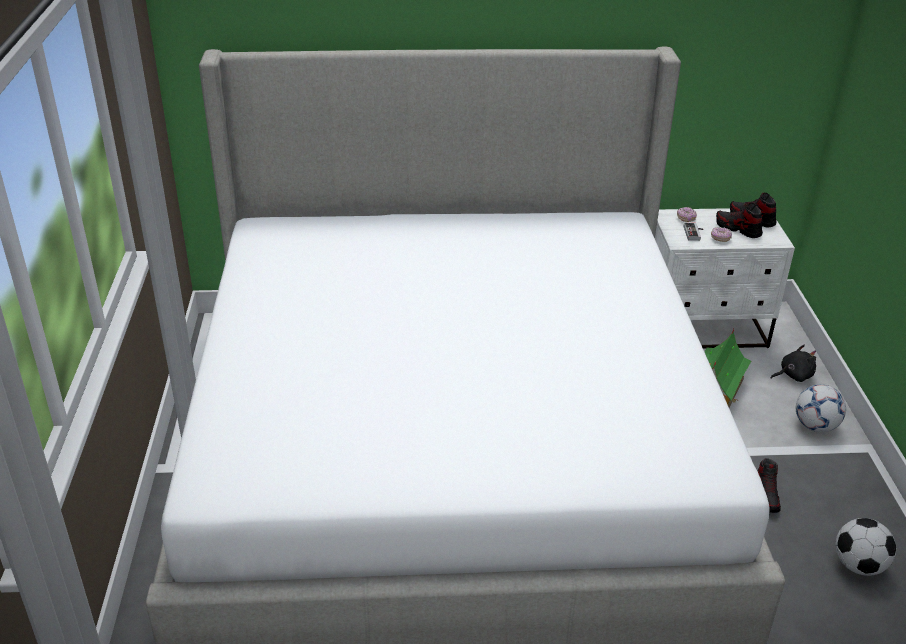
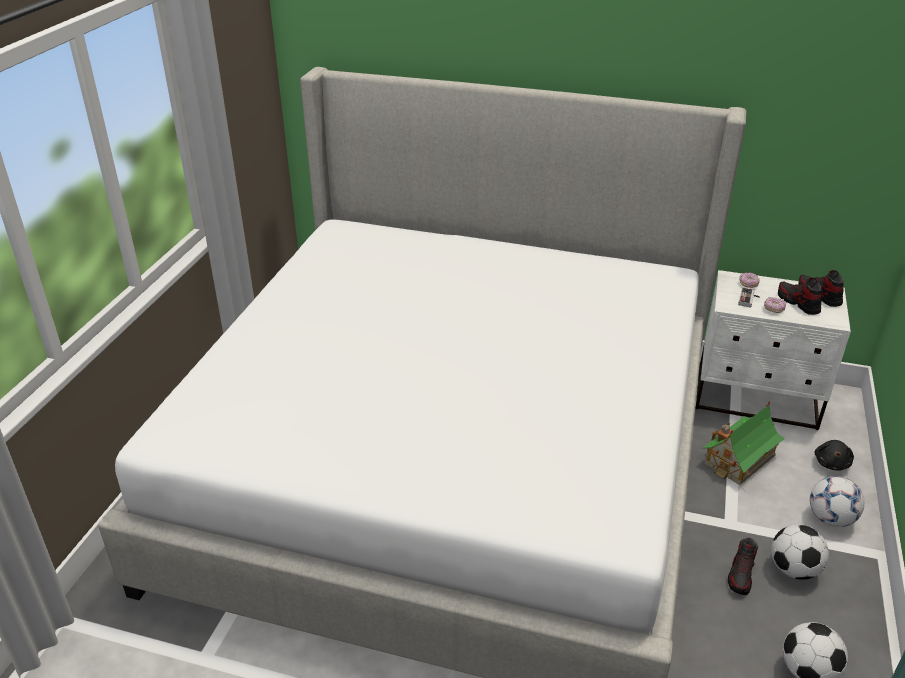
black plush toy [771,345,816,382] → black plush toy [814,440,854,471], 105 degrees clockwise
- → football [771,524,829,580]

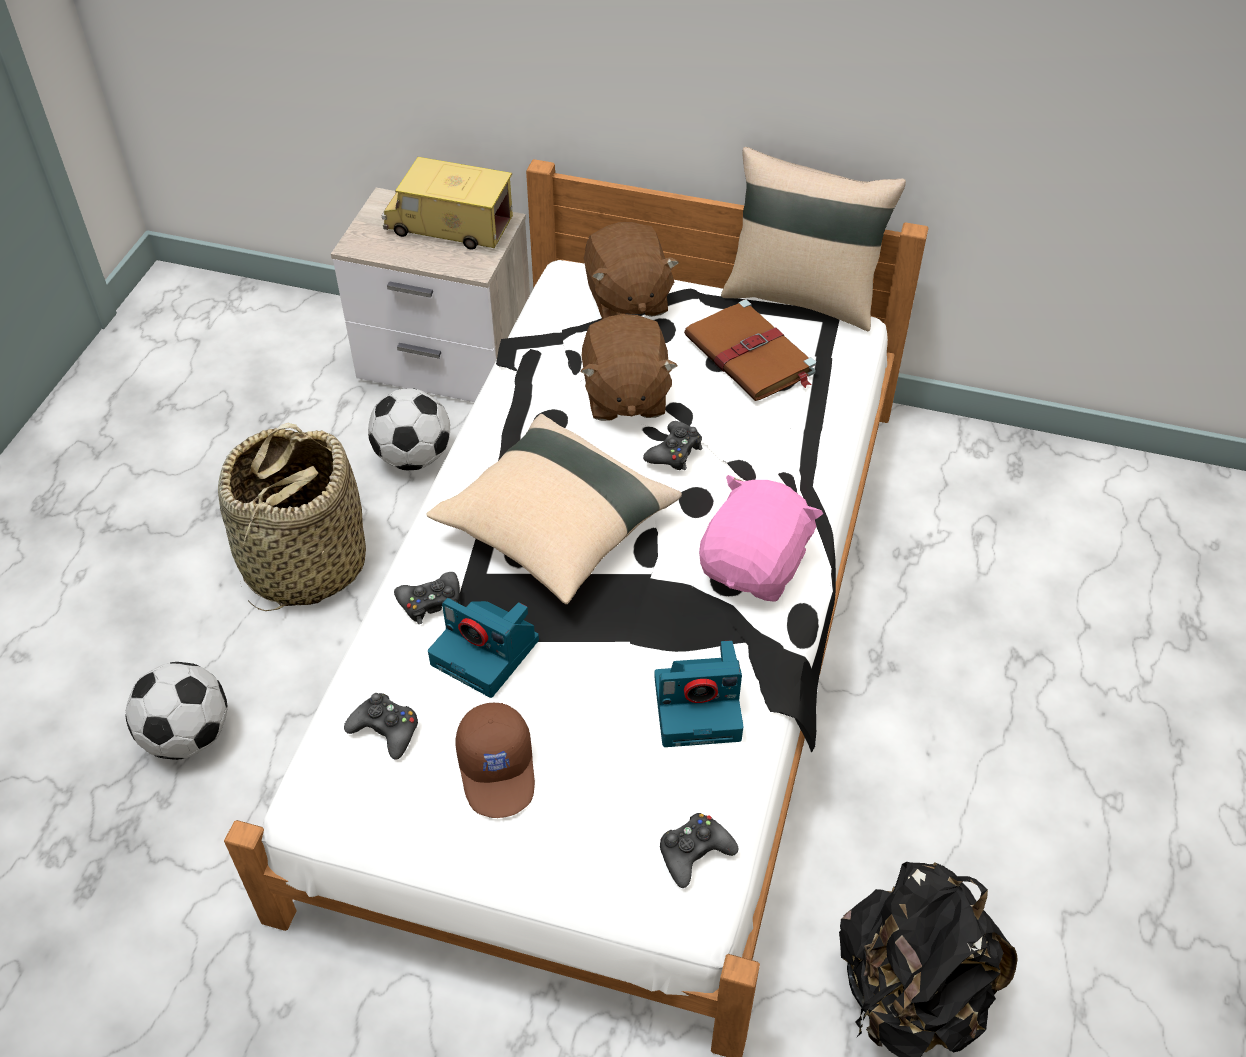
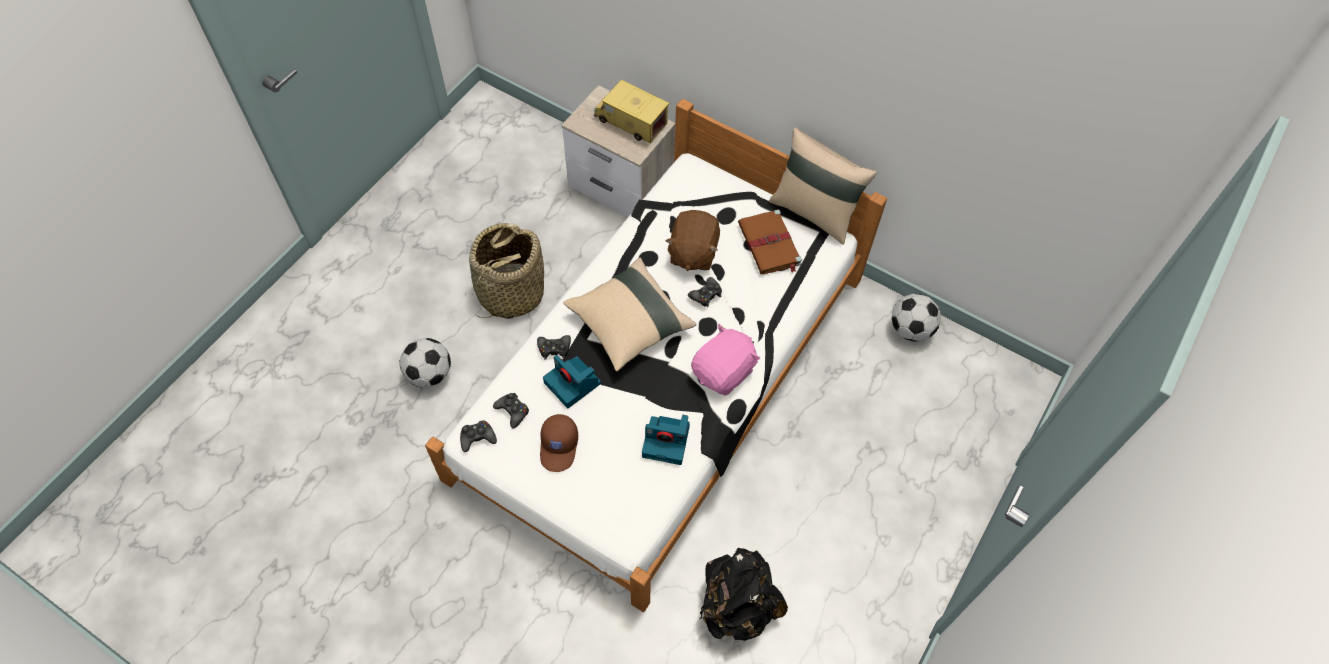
brown plush toy [584,222,679,319] → -
football [368,388,450,470] → football [892,294,941,342], move
black game controller [660,813,738,888] → black game controller [460,421,497,452], move

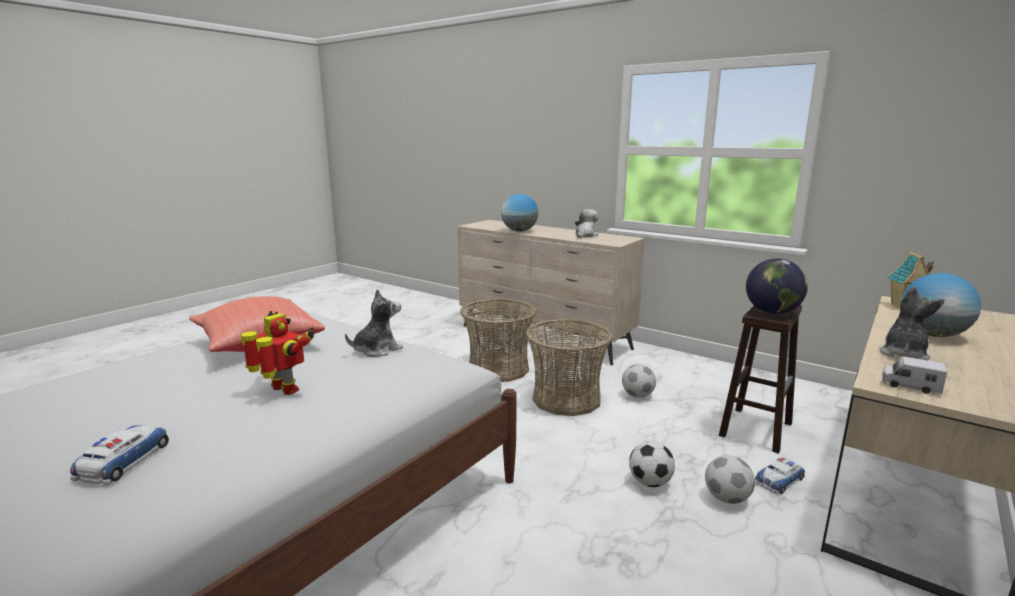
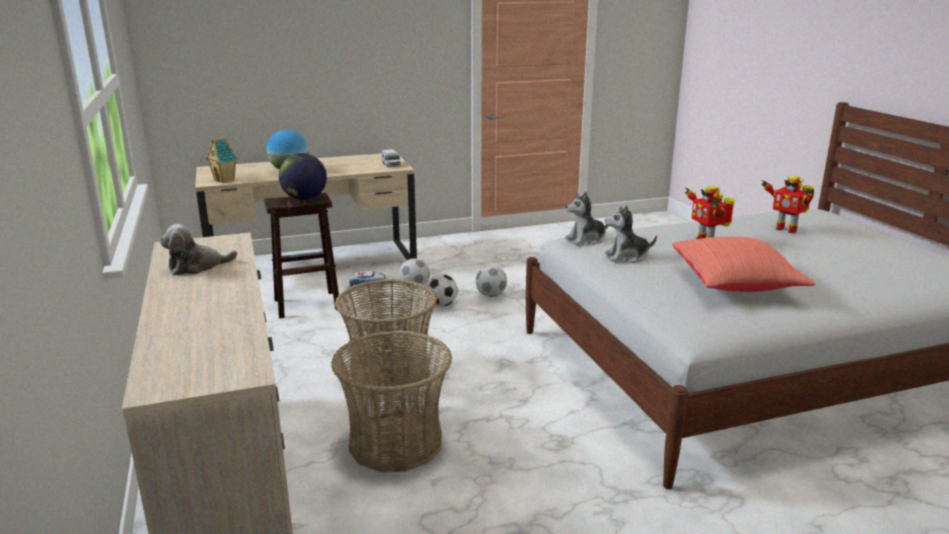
globe [501,194,538,232] → -
plush toy [879,286,944,360] → plush toy [565,191,609,245], move
football [622,364,656,398] → football [476,265,507,297], move
toy car [70,425,169,485] → toy robot [762,176,814,233]

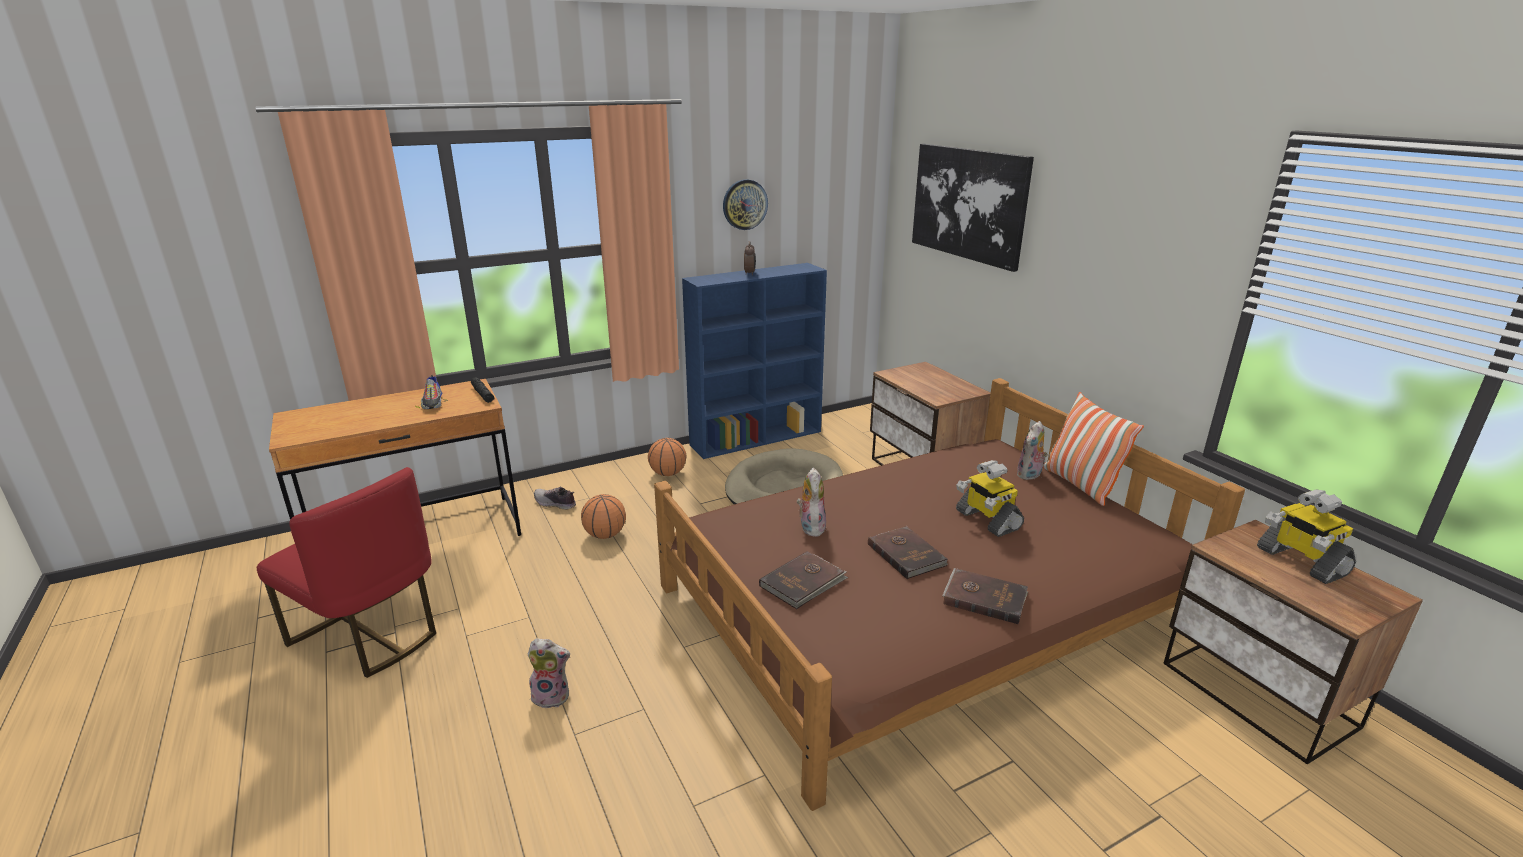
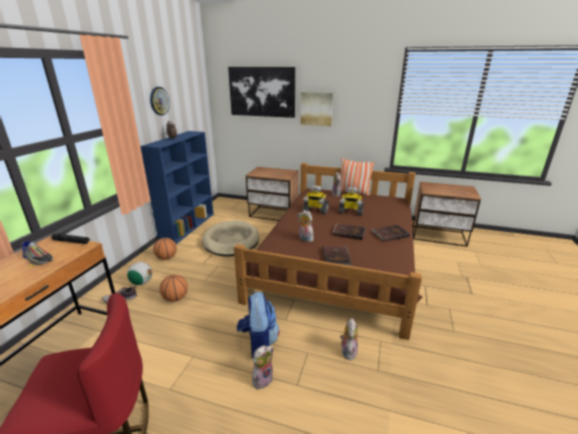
toy robot [1257,489,1356,584] → toy robot [303,185,329,214], move
- → picture [301,92,333,126]
- → football [127,262,152,285]
- → backpack [237,292,279,359]
- → plush toy [340,318,358,360]

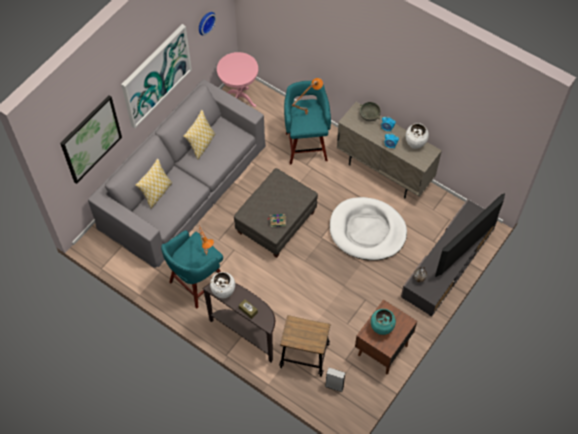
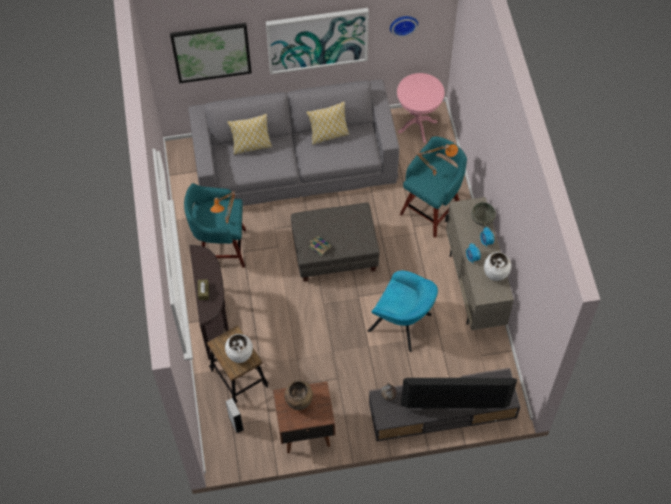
white dog bed [330,197,407,261] → turquoise armchair [368,271,438,352]
white vase [210,272,235,298] → white vase [225,334,253,363], move
turquoise vase [371,309,396,335] → brown vase [284,380,313,410]

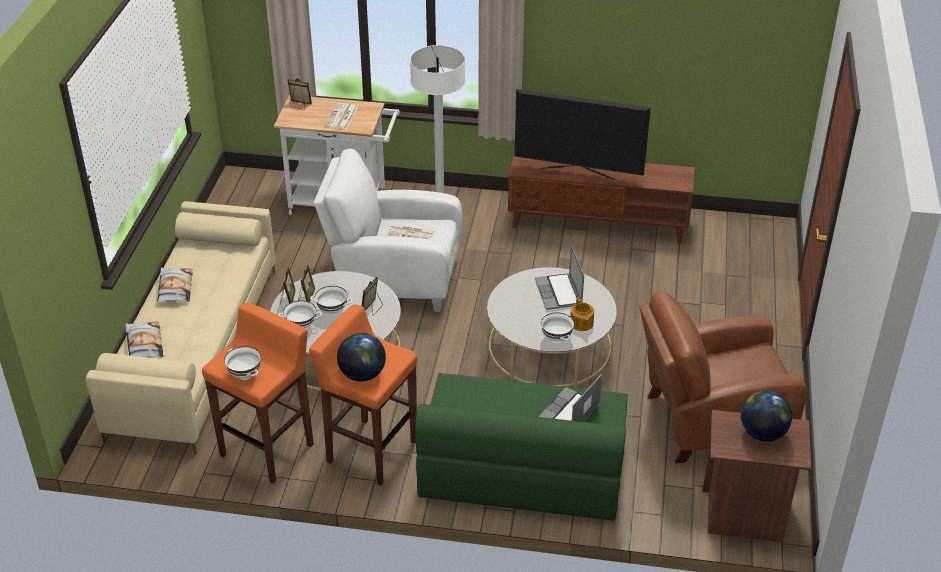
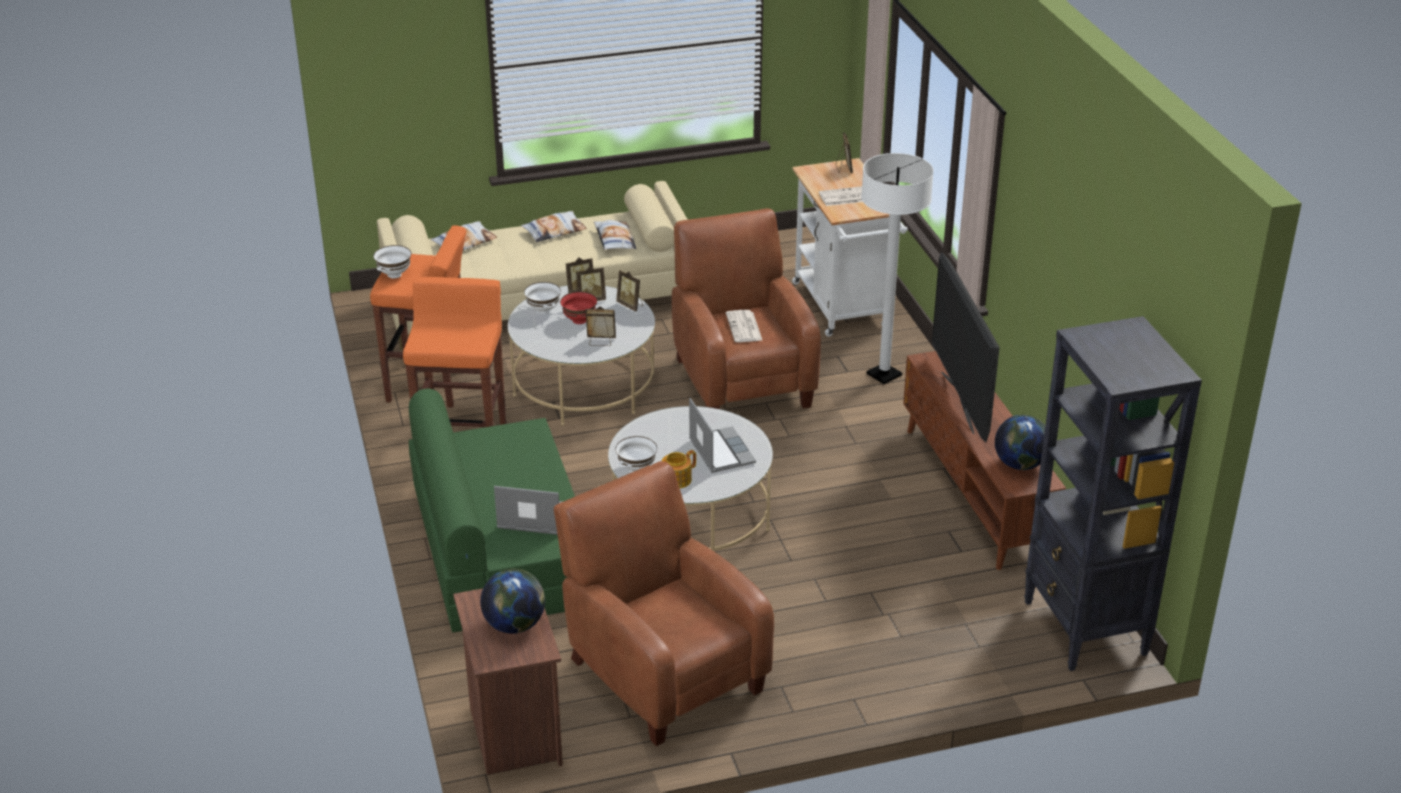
white armchair [314,149,462,312] → brown armchair [672,208,821,409]
laptop [535,245,584,310] → laptop [689,398,756,473], 105 degrees clockwise
white bowl [310,286,353,316] → red bowl [560,291,597,324]
globe [337,333,386,381] → globe [995,415,1045,470], move
- → pillow [594,220,637,250]
- → picture frame [616,270,643,311]
- → black bookcase [1024,316,1202,671]

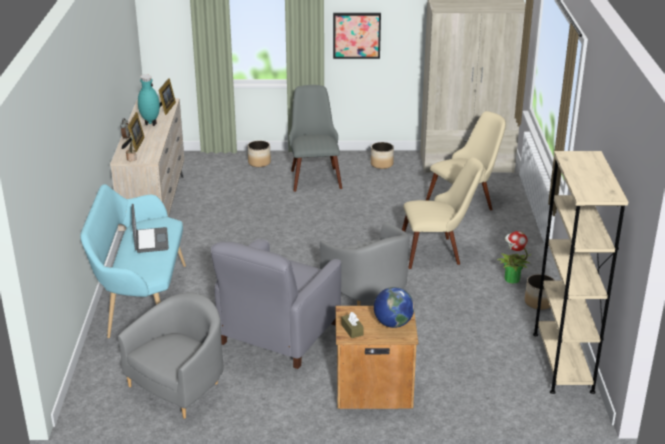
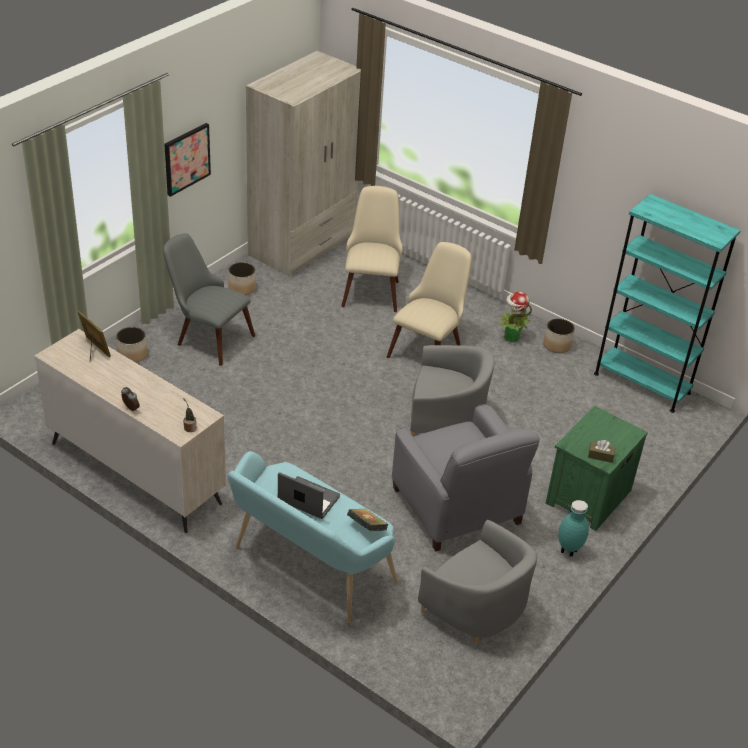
turquoise vase [138,74,160,126] → turquoise vase [558,500,589,556], move
picture frame [122,112,144,152] → -
beige bookcase [533,151,628,394] → turquoise bookcase [594,194,741,413]
globe [374,287,414,328] → -
grey armchair [118,292,224,419] → grey armchair [418,520,537,643], 150 degrees clockwise
brown nightstand [336,306,418,409] → green nightstand [546,406,648,531]
- → book [347,509,389,531]

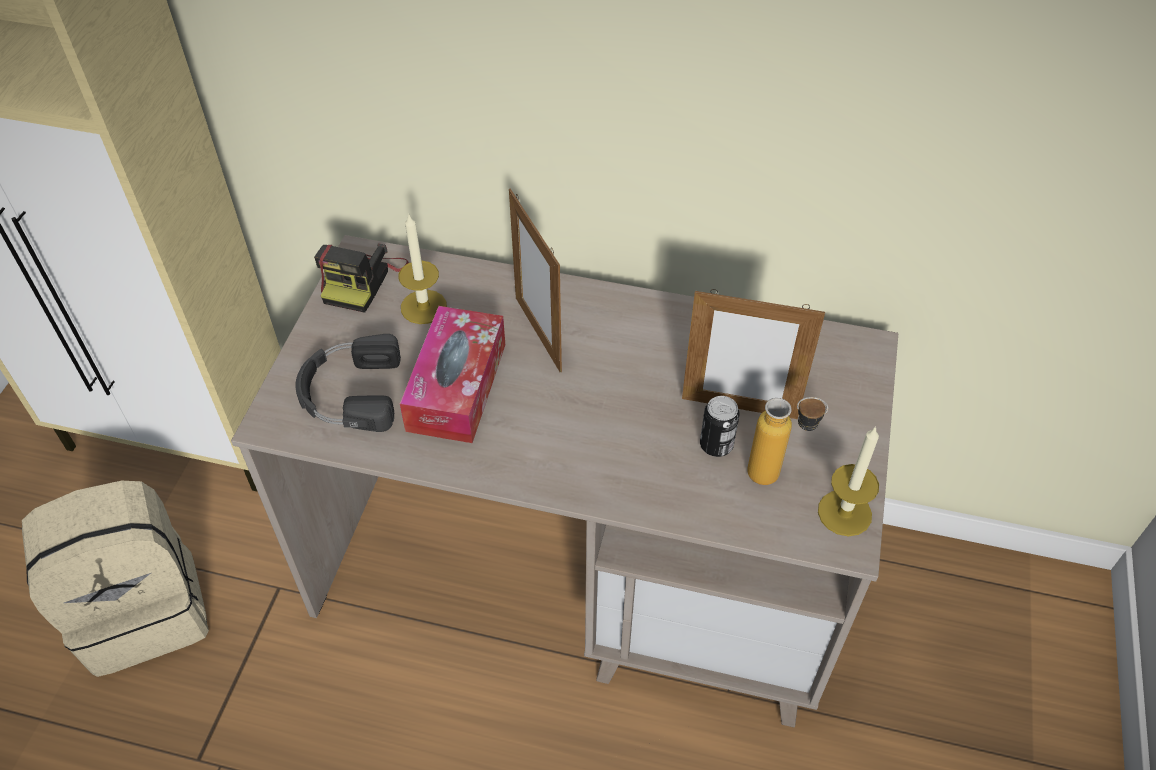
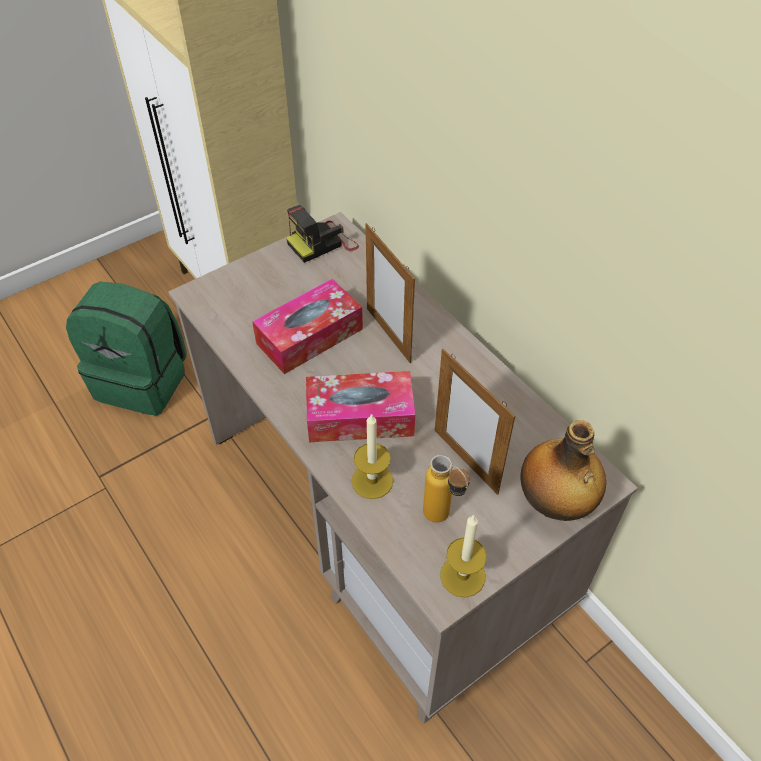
picture frame [509,189,562,373] → picture frame [366,223,415,363], 45 degrees counterclockwise
candle [398,215,447,324] → candle [351,413,393,499], move
black headphones [295,334,401,432] → -
can [700,396,740,457] → -
beige backpack [22,481,209,677] → green backpack [66,282,187,416]
- → tissue box [306,371,415,442]
- → bottle [521,420,606,521]

